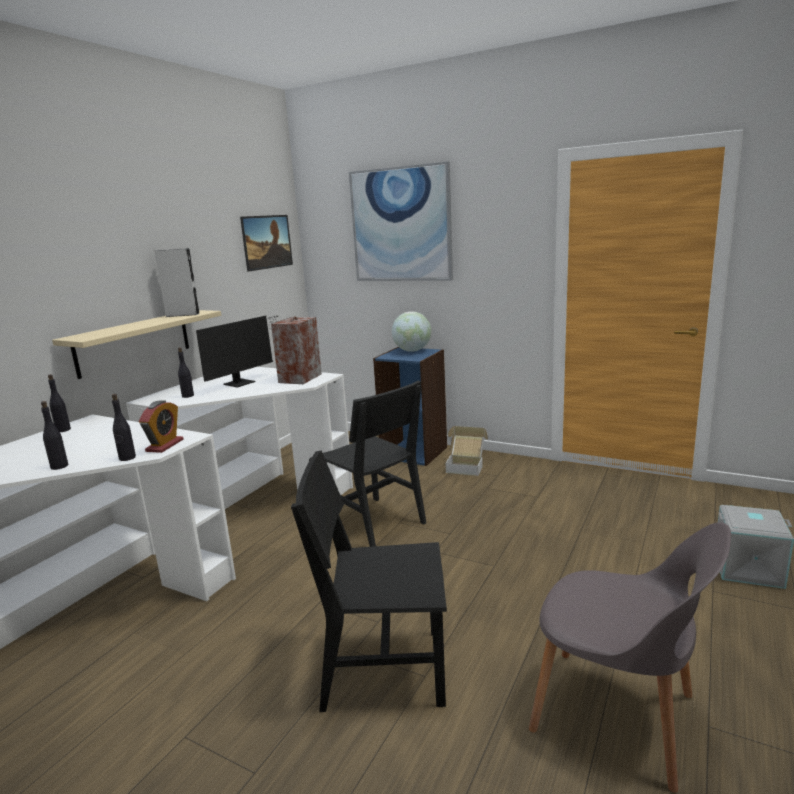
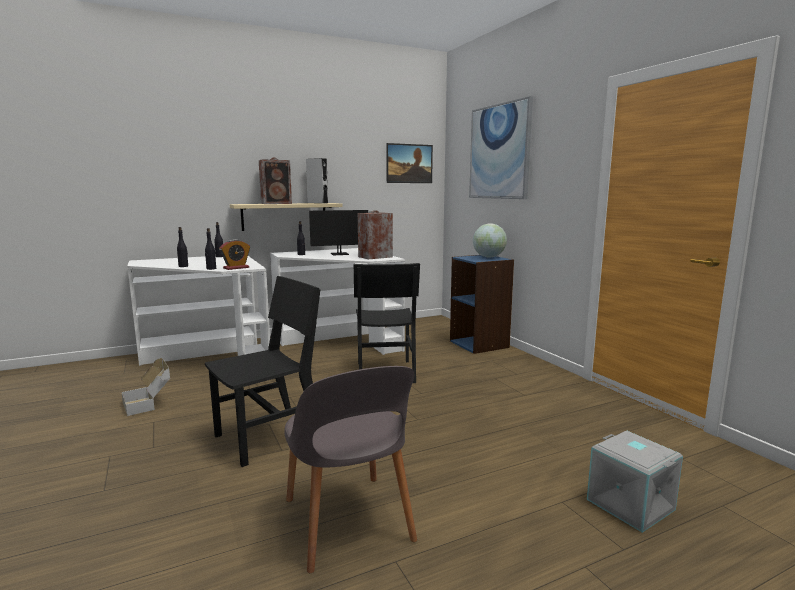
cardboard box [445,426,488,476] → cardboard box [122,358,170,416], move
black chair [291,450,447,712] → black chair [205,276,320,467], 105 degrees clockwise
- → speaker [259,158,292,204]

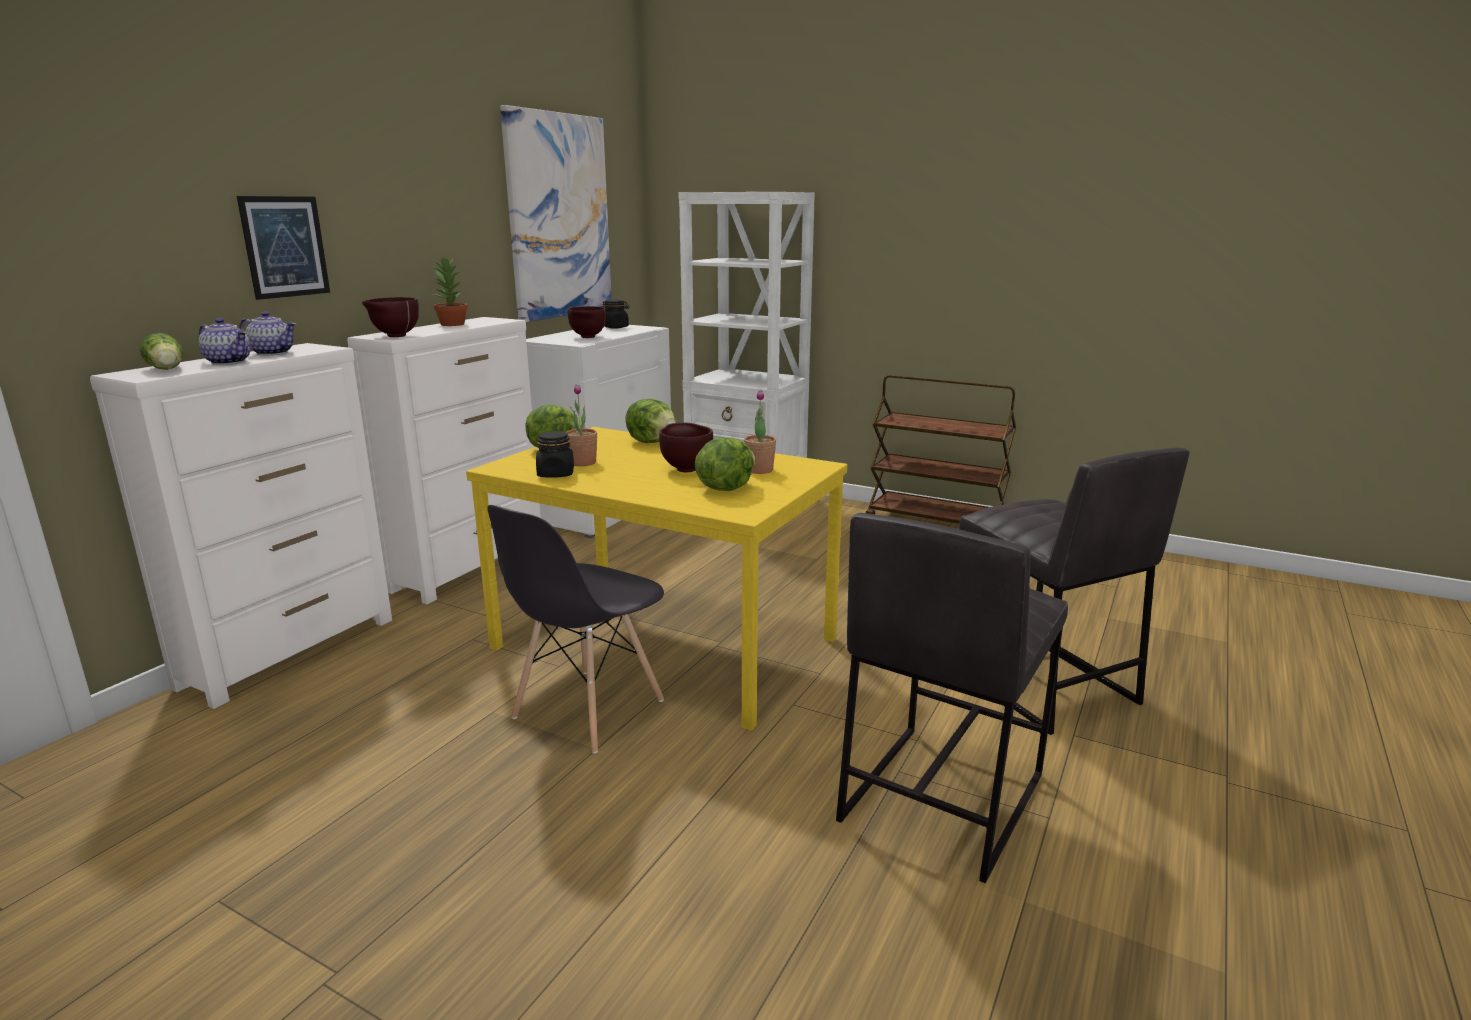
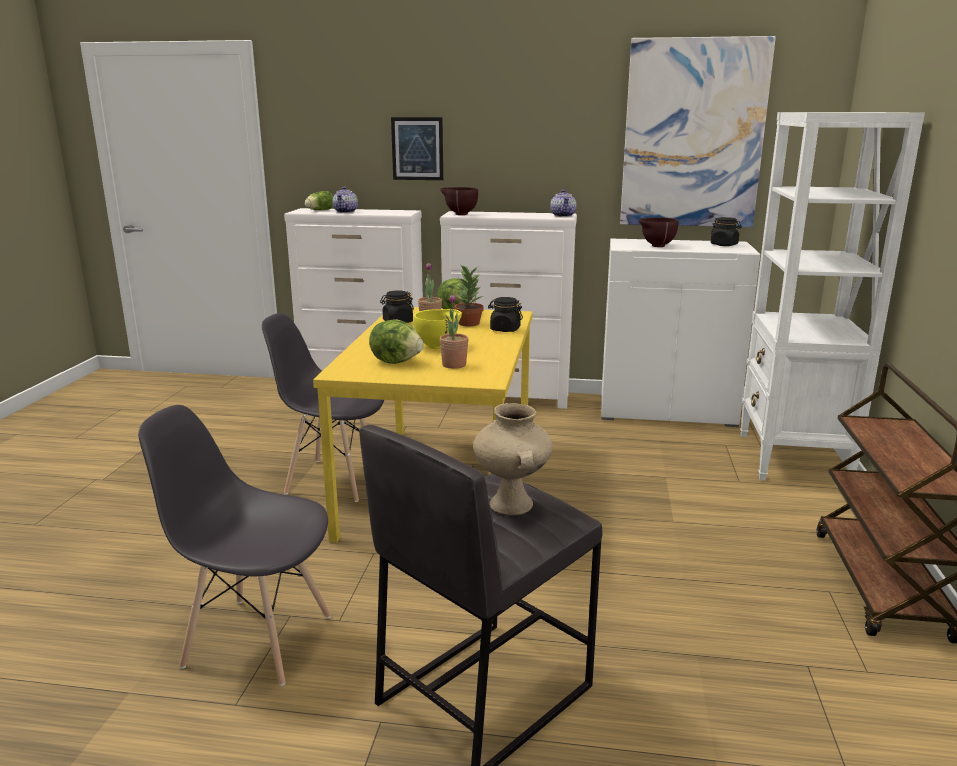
potted plant [431,256,468,326] → potted plant [454,265,484,326], move
teapot [239,311,296,355] → teapot [550,190,577,217], move
lettuce [625,399,676,443] → black jar [488,297,523,332]
brown bowl [659,423,713,472] → yellow bowl [413,309,462,349]
grey stool [836,513,1068,883] → grey chair [138,405,331,686]
- → beige vase [473,403,553,515]

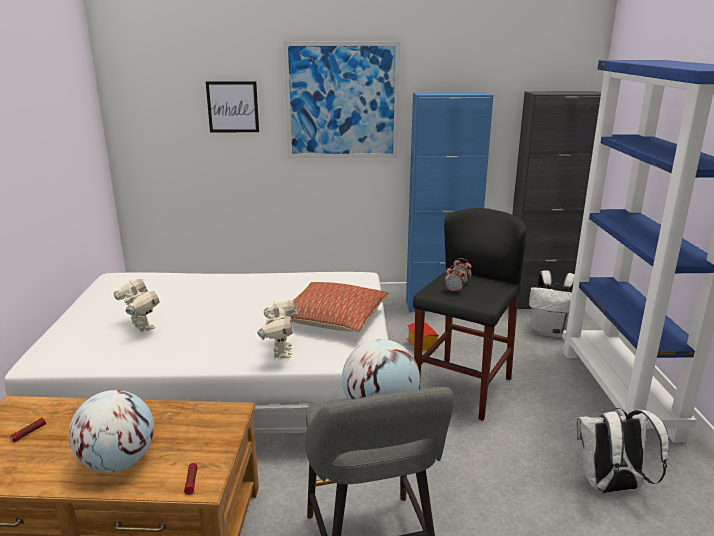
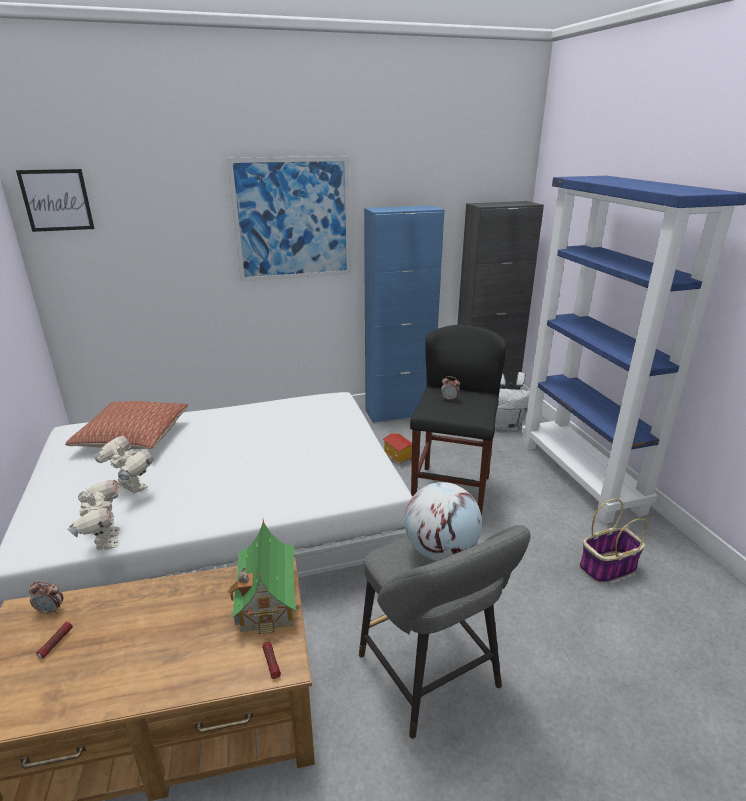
picture [206,81,259,132] → picture [16,169,94,232], move
alarm clock [444,266,465,293] → alarm clock [29,582,63,614], move
pillow [291,282,388,332] → pillow [65,401,188,449], move
toy robot [257,300,297,359] → toy robot [67,480,121,550], move
globe [69,390,154,473] → -
white backpack [576,408,669,493] → basket [579,499,648,583]
- → toy house [227,520,302,634]

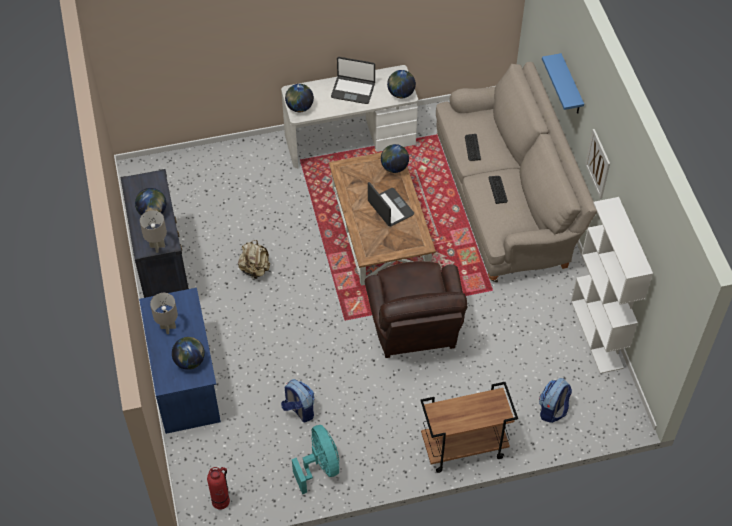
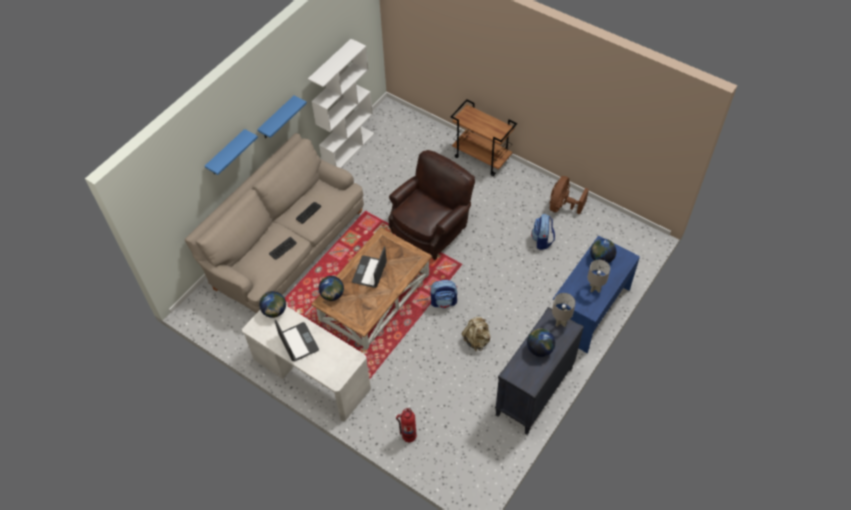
globe [285,84,314,112] → -
picture [585,129,610,199] → blue shelf [257,95,307,138]
backpack [539,378,572,423] → backpack [431,280,457,309], move
turquoise fan [292,425,339,494] → brown fan [549,176,589,214]
fire extinguisher [207,467,230,509] → fire extinguisher [396,408,417,442], move

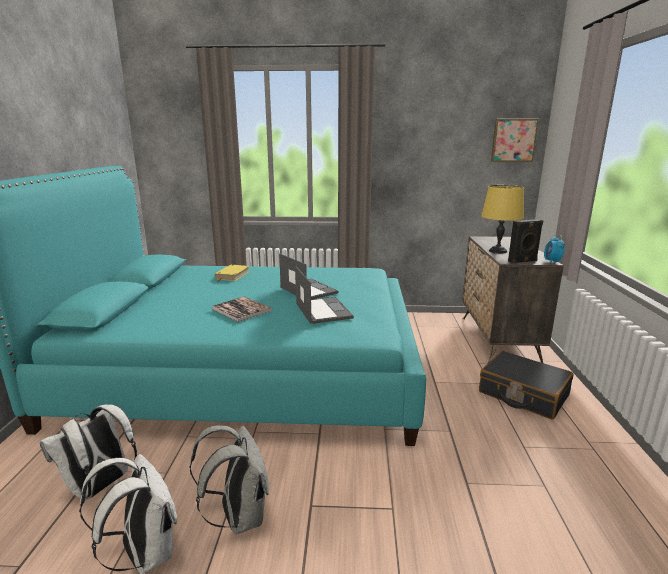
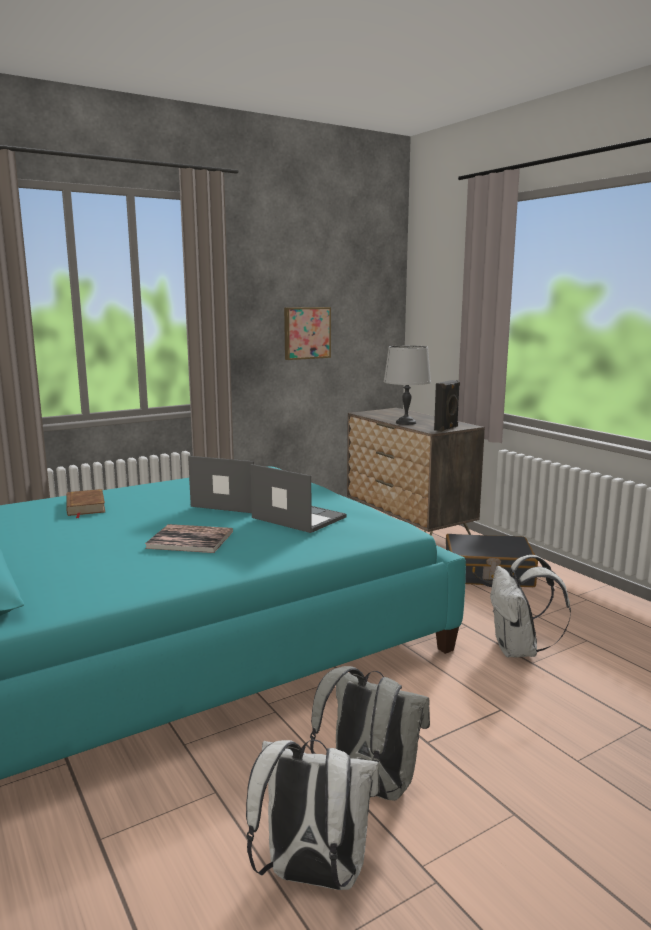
picture [491,119,539,162] → picture [284,307,331,360], move
yellow table lamp [481,185,524,253] → grey table lamp [384,345,431,425]
alarm clock [544,235,565,264] → -
yellow book [215,265,250,282] → brown book [67,489,105,518]
white backpack [40,404,137,499] → white backpack [490,555,571,658], move

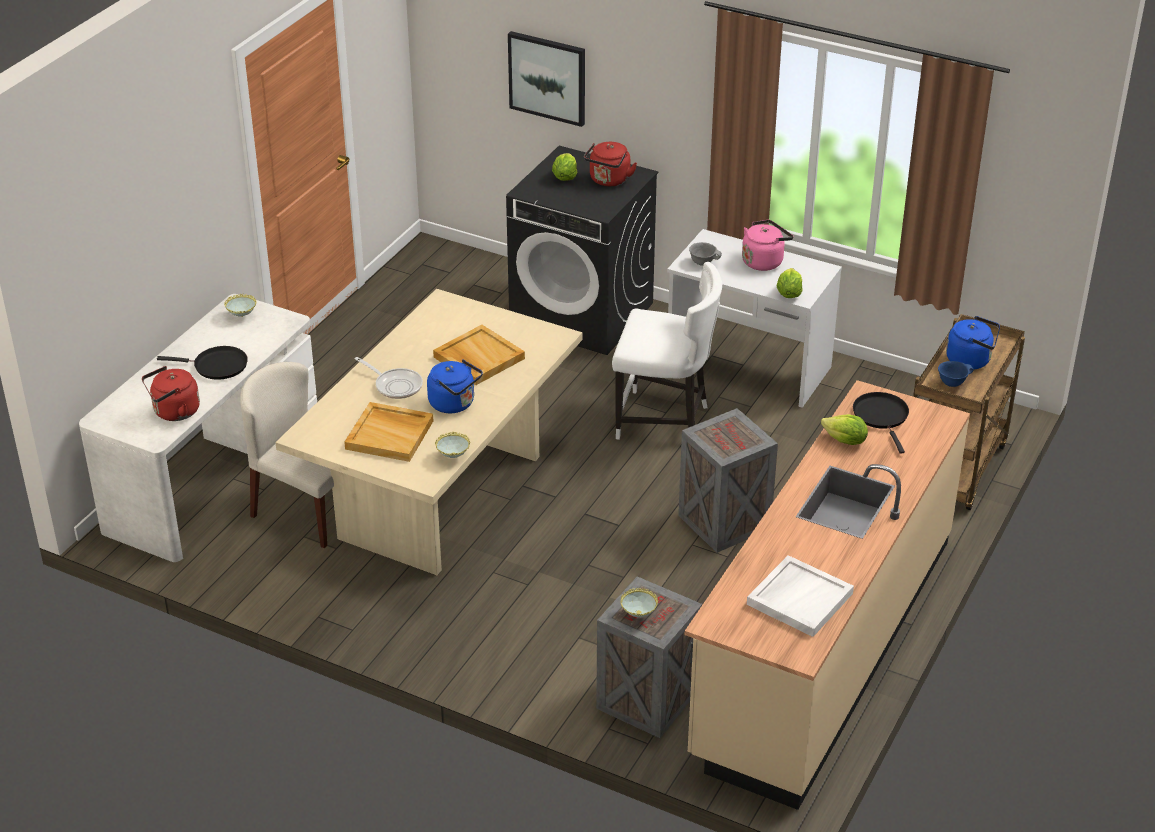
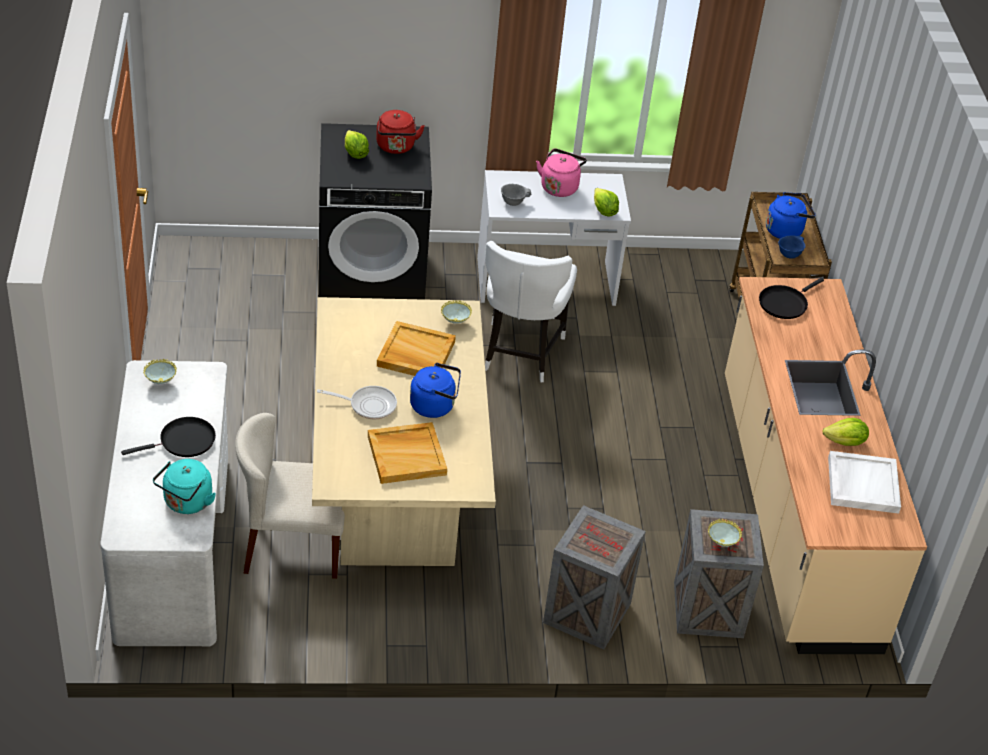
picture [508,31,585,127] → -
white chair [612,262,722,440] → white chair [485,241,577,382], 120 degrees clockwise
red kettle [142,366,200,421] → turquoise kettle [153,459,216,514]
black frying pan [853,392,909,454] → black frying pan [759,278,824,319], 90 degrees counterclockwise
crate [678,408,778,553] → crate [543,505,646,650], move
lettuce [821,414,868,445] → lettuce [822,418,869,446], move
bowl [435,432,470,458] → bowl [441,300,472,324], move

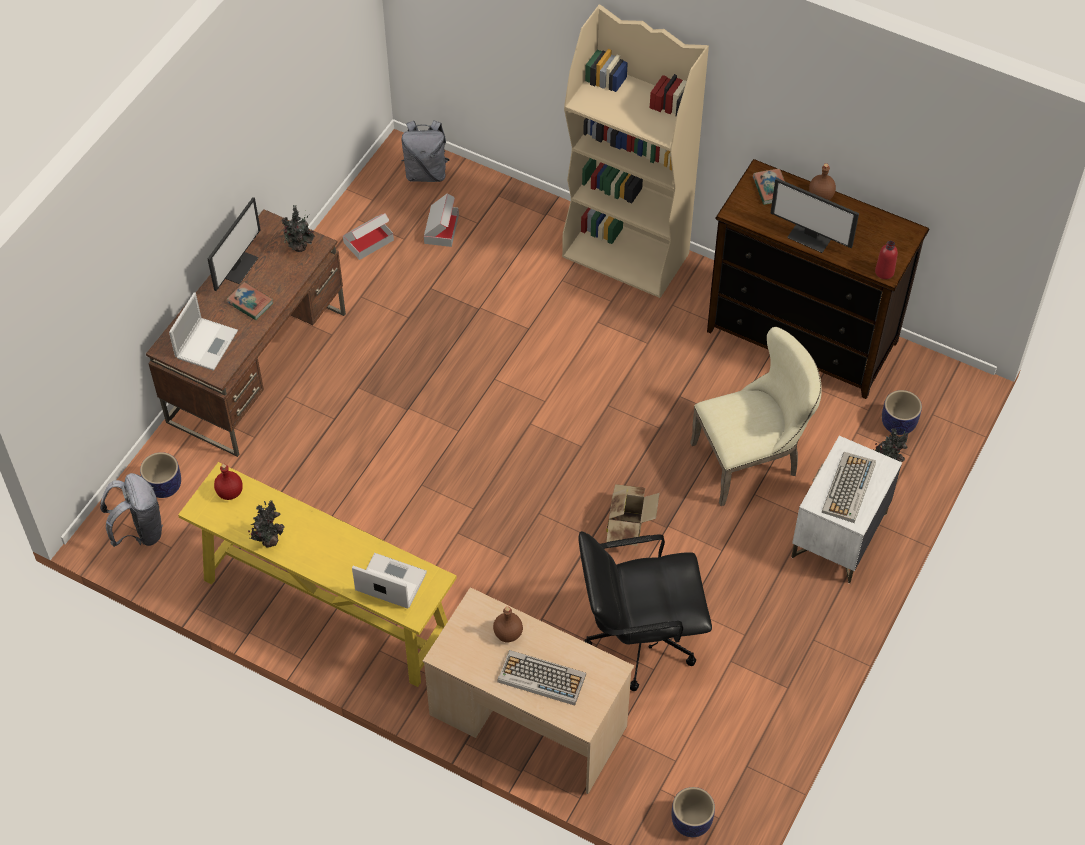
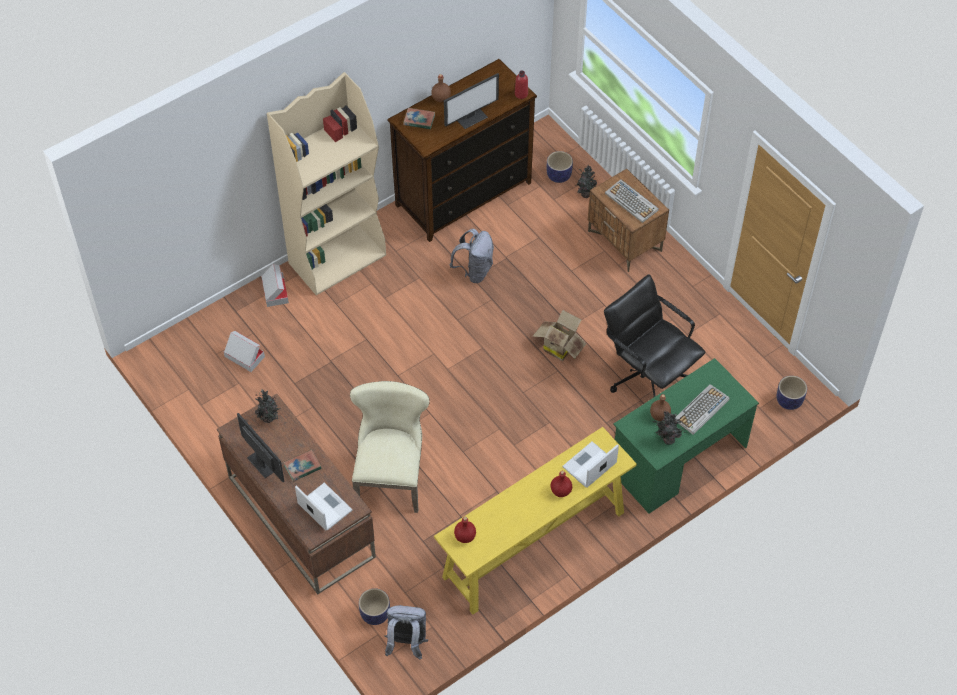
grey backpack [401,120,450,182] → grey backpack [450,229,494,283], move
cardboard box [343,213,394,260] → cardboard box [261,264,289,307], move
beige chair [690,327,822,506] → beige chair [350,381,430,513], move
white nightstand [791,436,902,584] → brown nightstand [588,169,669,272]
potted plant [248,500,284,548] → potted plant [653,411,686,445], move
black office chair [578,531,712,691] → black office chair [604,274,705,397], 120 degrees clockwise
beige desk [423,587,634,794] → green desk [613,358,759,513]
- → red bottle [551,471,572,497]

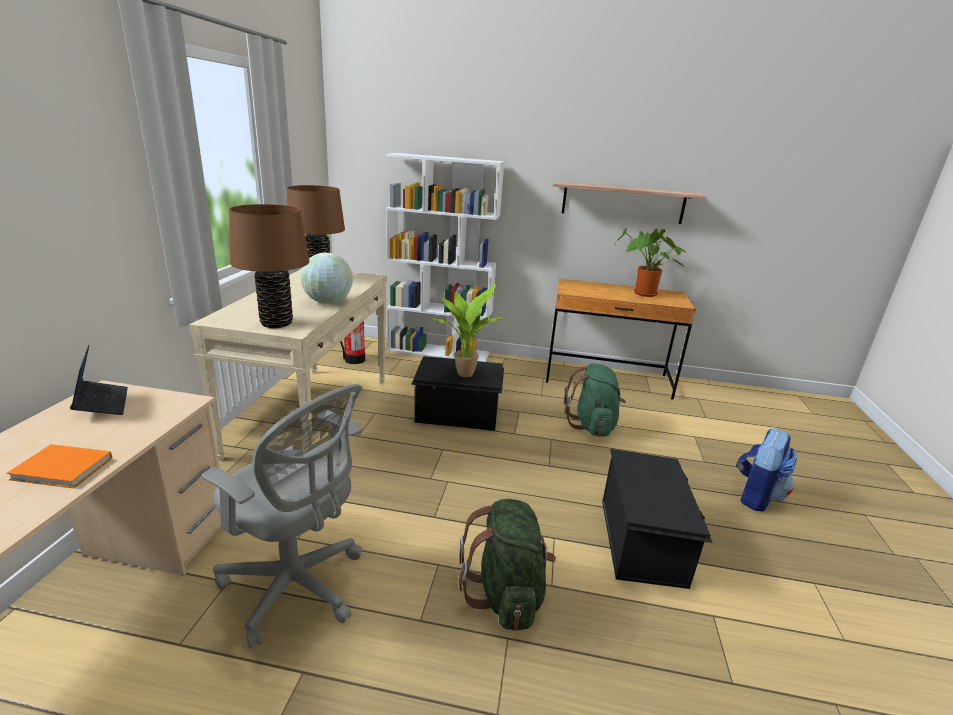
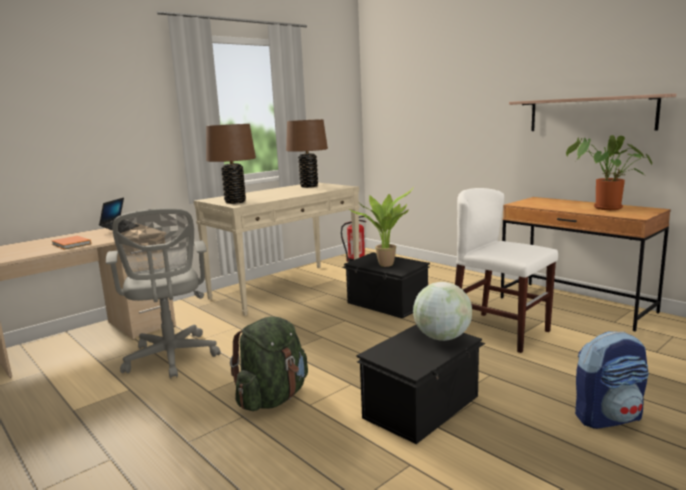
white bookcase [386,153,504,362] → -
globe [300,253,353,304] → globe [413,282,472,341], move
green backpack [564,363,626,437] → white chair [455,188,558,353]

